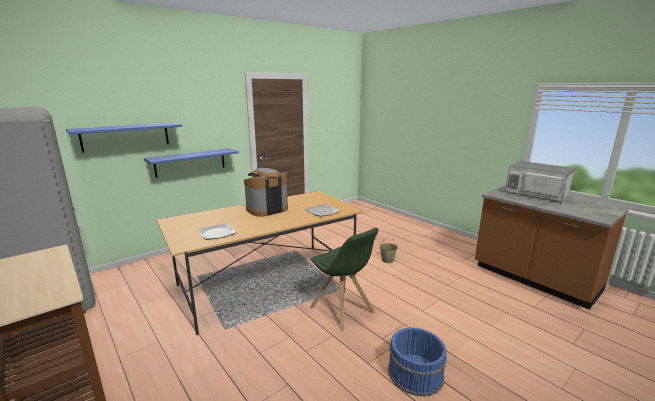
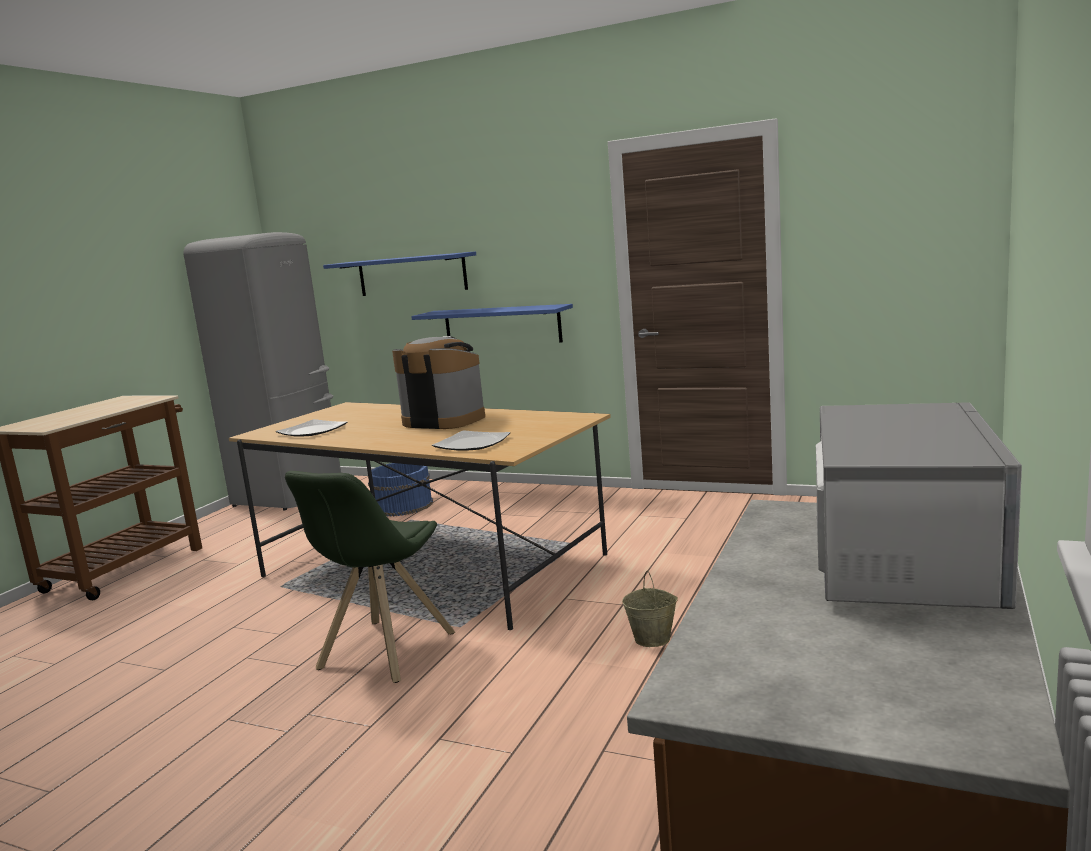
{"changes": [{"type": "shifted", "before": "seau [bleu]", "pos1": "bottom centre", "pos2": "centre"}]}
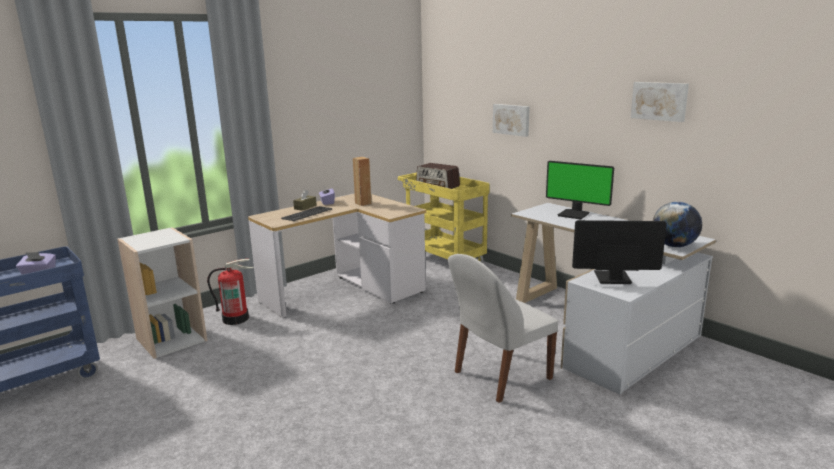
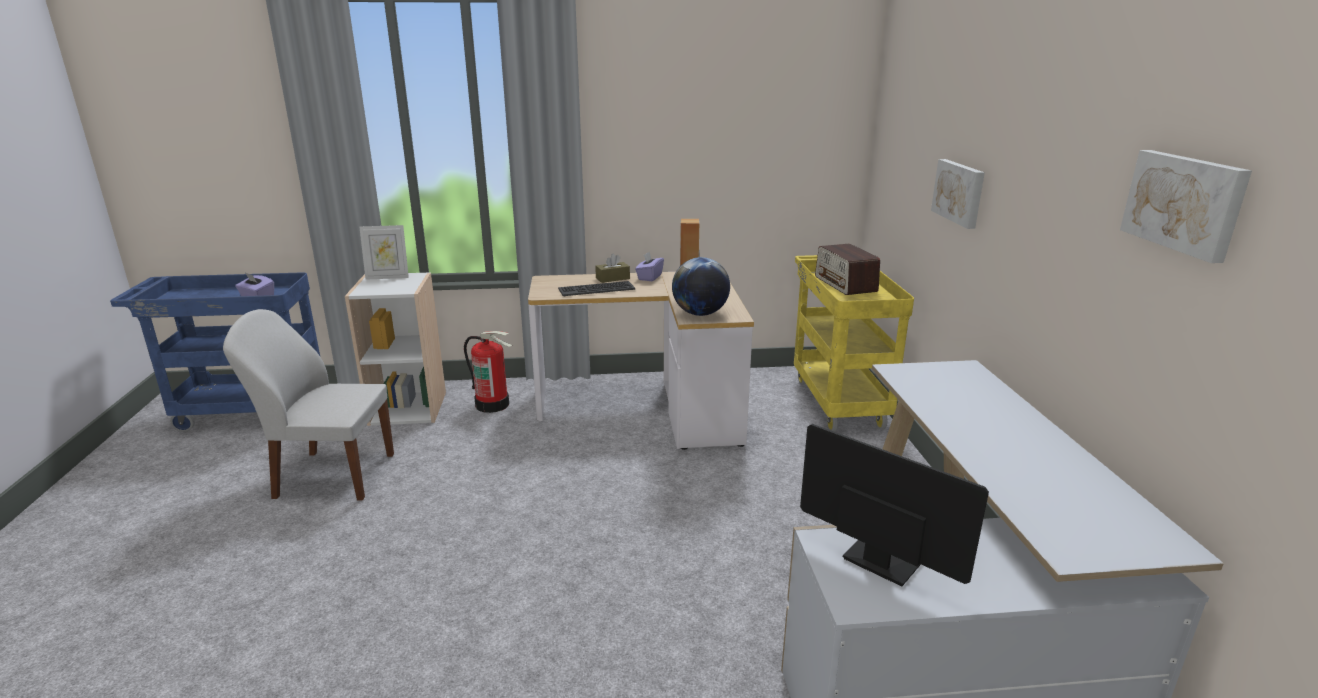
{"changes": [{"type": "gone", "before": "écran d'ordinateur (no. 1 from left)", "pos1": "middle right"}, {"type": "new", "after": "cadre photo", "pos2": "middle left"}, {"type": "shifted", "before": "chaise [blanc]", "pos1": "bottom centre", "pos2": "middle left"}, {"type": "shifted", "before": "globe", "pos1": "middle right", "pos2": "centre"}]}
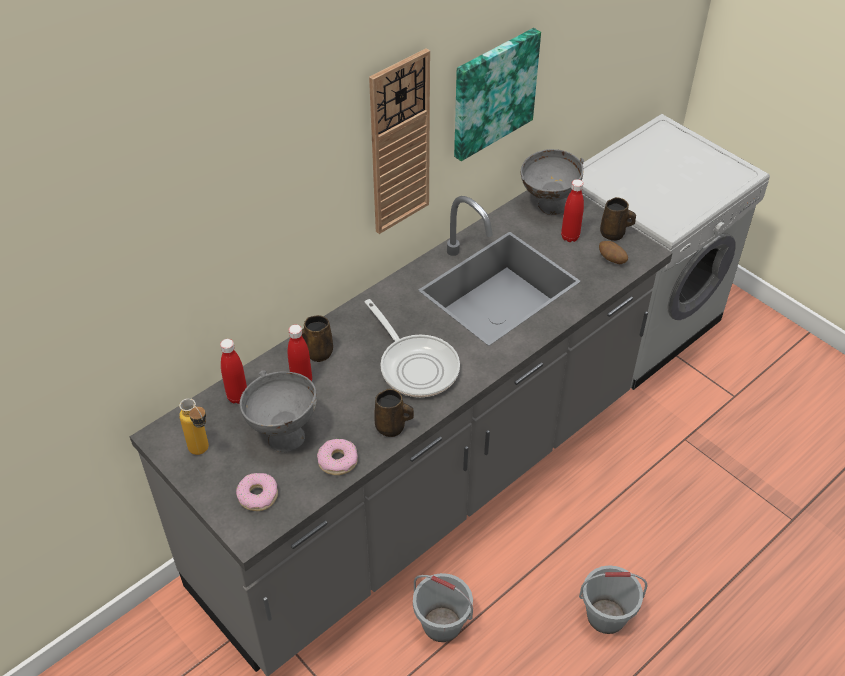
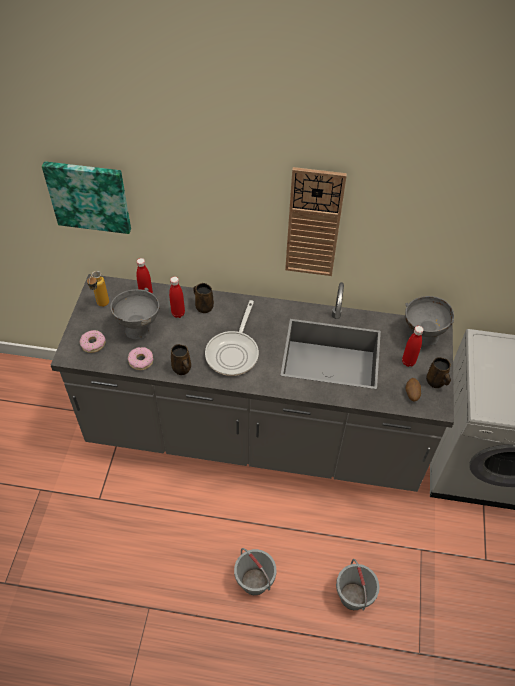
{"changes": [{"type": "shifted", "before": "seau [gris] (no. 1 from left in the first image)", "after": "seau [gris] (no. 2 from left)", "pos1": "bottom centre", "pos2": "bottom right"}, {"type": "shifted", "before": "tableau", "pos1": "top centre", "pos2": "top left"}]}
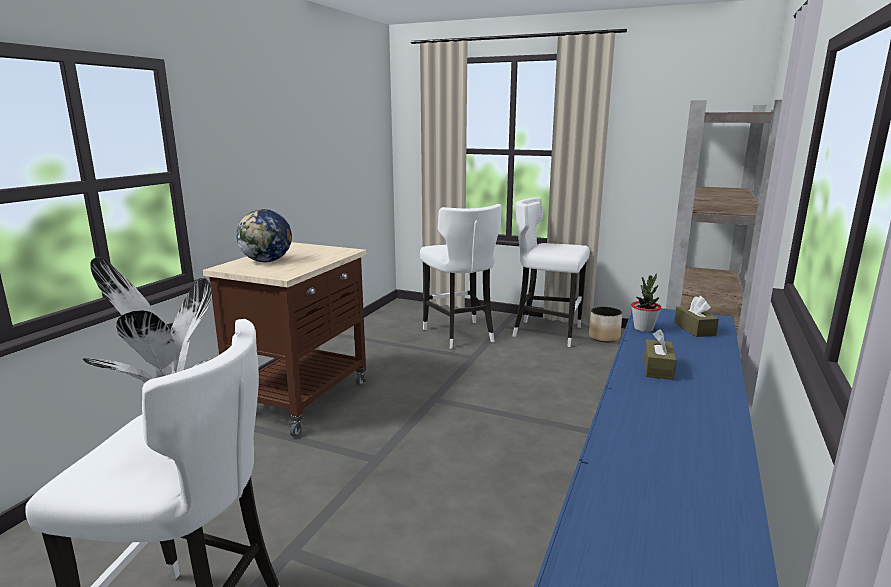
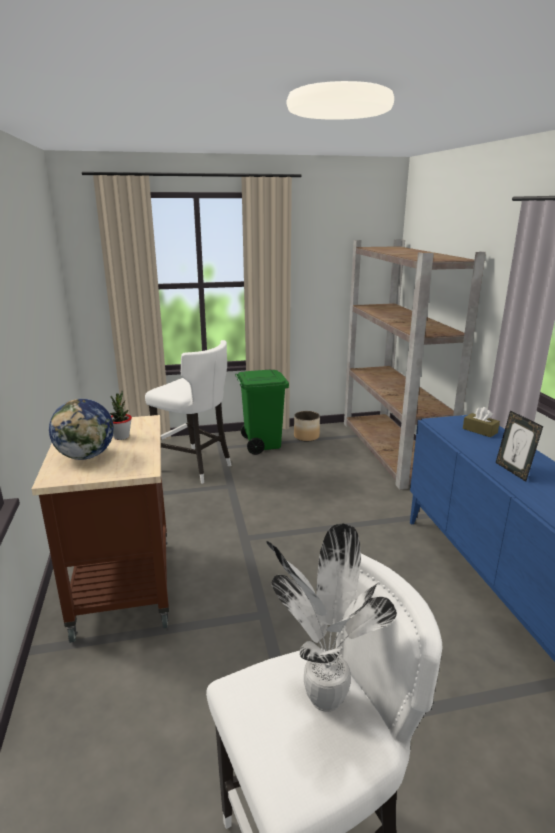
{"changes": [{"type": "shifted", "before": "plante en pot (no. 2 from left in the first image)", "after": "plante en pot (no. 1 from left)", "pos1": "middle right", "pos2": "middle left"}, {"type": "swapped", "before": "tabouret [blanc] (no. 3 from left)", "after": "poubelle [vert]", "pos1": "centre", "pos2": "centre"}, {"type": "swapped", "before": "boîte à mouchoirs [marron] (no. 1 from left)", "after": "cadre photo", "pos1": "middle right", "pos2": "middle right"}]}
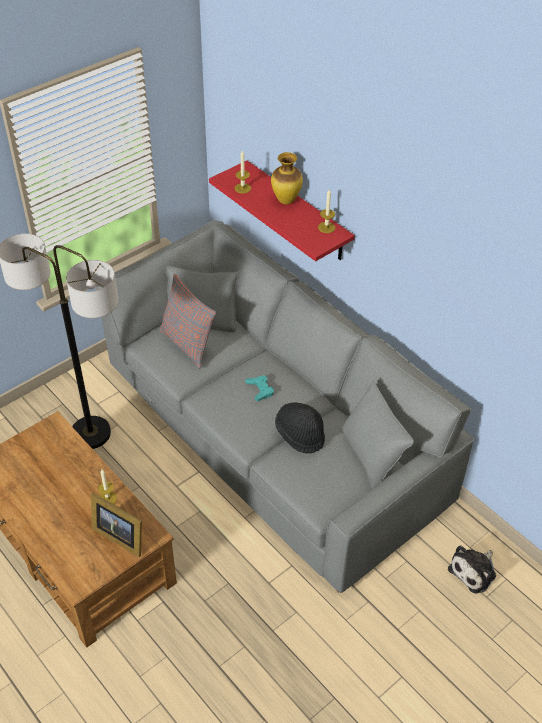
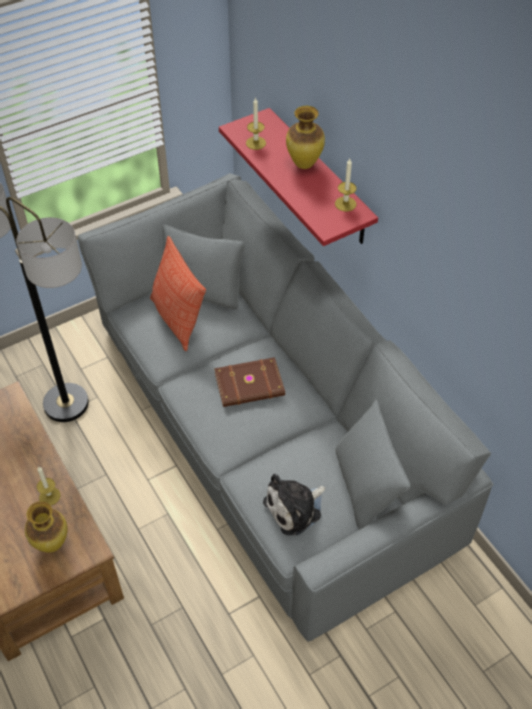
{"changes": [{"type": "gone", "before": "chapeau [noir]", "pos1": "centre"}, {"type": "shifted", "before": "peluche", "pos1": "bottom right", "pos2": "bottom centre"}, {"type": "swapped", "before": "cadre photo", "after": "vase (no. 1 from left)", "pos1": "bottom left", "pos2": "bottom left"}, {"type": "swapped", "before": "manette [turquoise]", "after": "livre [marron]", "pos1": "centre", "pos2": "centre"}, {"type": "repainted", "before": "coussin [gris]", "after": "coussin [orange]", "pos1": "centre", "pos2": "centre"}]}
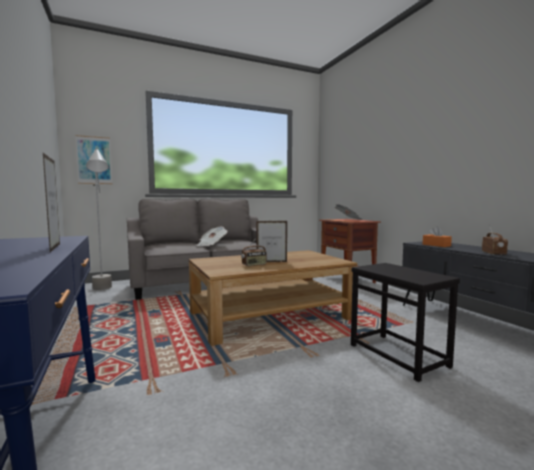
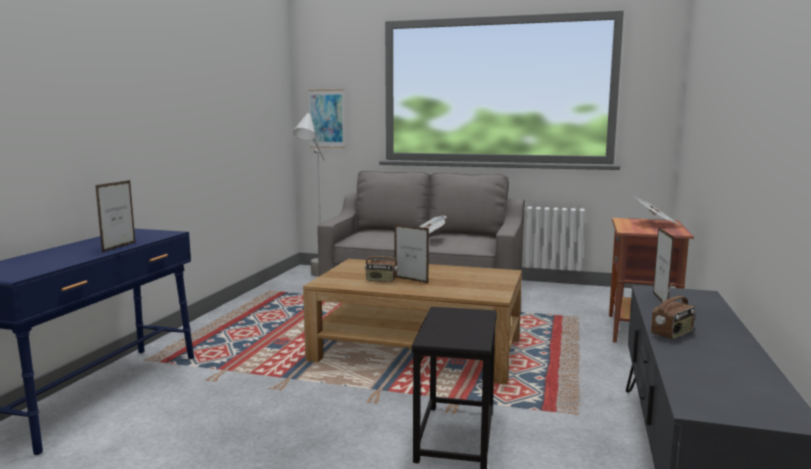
{"changes": [{"type": "swapped", "before": "boîte à mouchoirs [orange]", "after": "cadre photo (no. 3 from left)", "pos1": "middle right", "pos2": "middle right"}]}
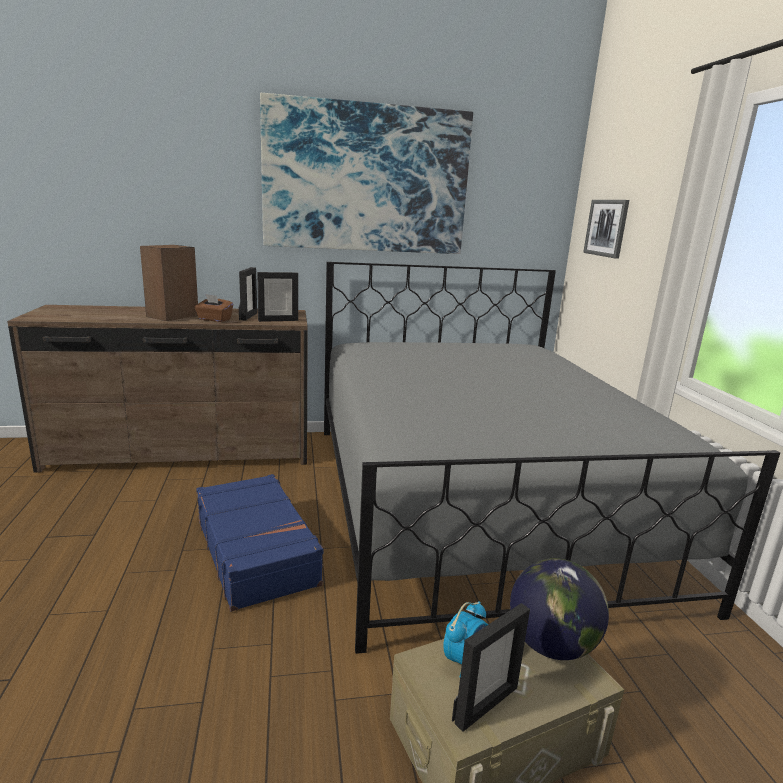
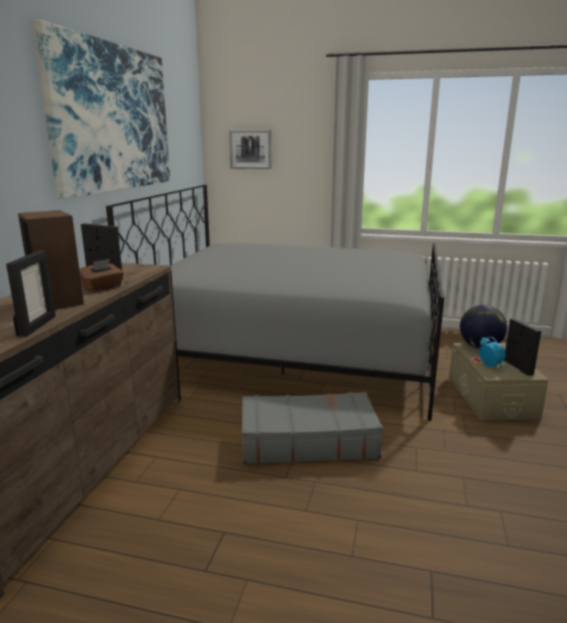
{"changes": [{"type": "shifted", "before": "cadre photo (no. 2 from left in the first image)", "after": "cadre photo (no. 1 from left)", "pos1": "centre", "pos2": "middle left"}, {"type": "repainted", "before": "valise [bleu]", "after": "valise [gris]", "pos1": "bottom left", "pos2": "bottom centre"}]}
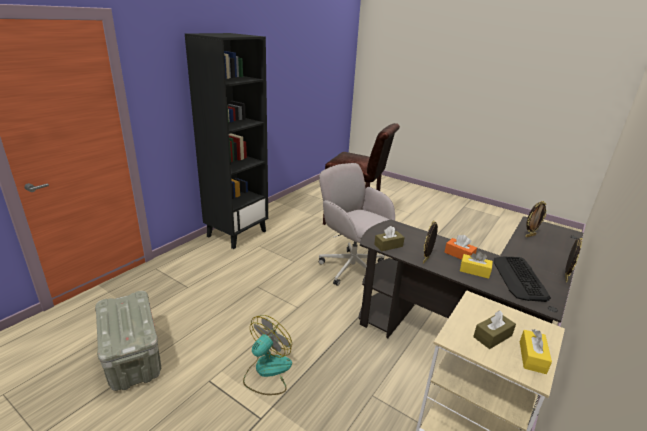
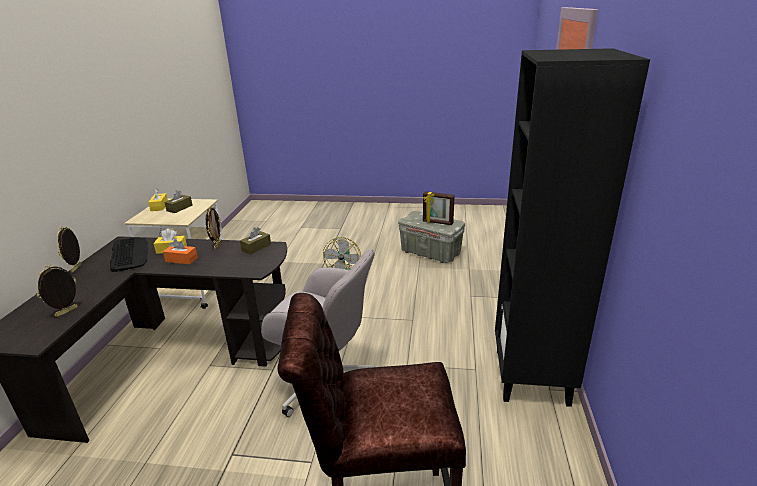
{"changes": [{"type": "new", "after": "cadre photo (no. 4 from left)", "pos2": "centre"}]}
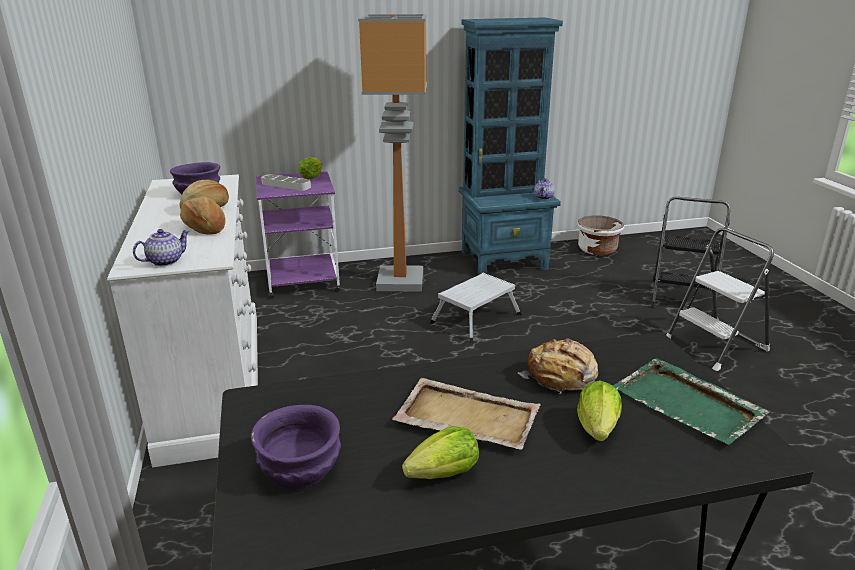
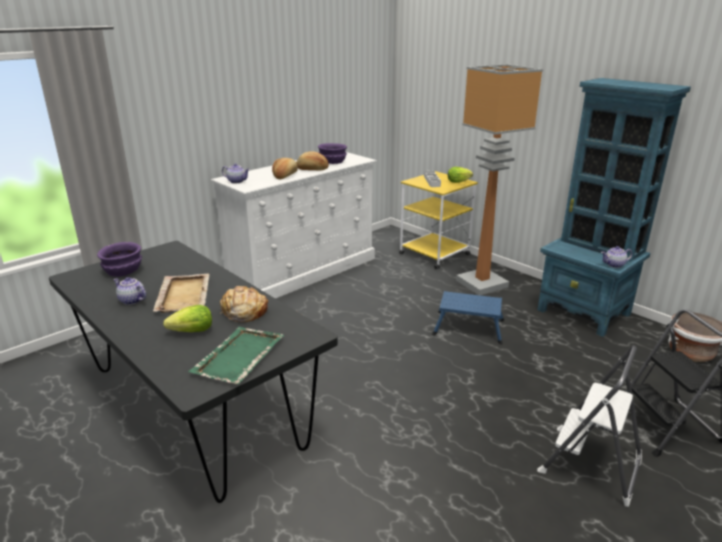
{"changes": [{"type": "swapped", "before": "laitue (no. 2 from left)", "after": "théière (no. 1 from left)", "pos1": "bottom centre", "pos2": "middle left"}, {"type": "repainted", "before": "chariot [violet]", "after": "chariot [jaune]", "pos1": "centre", "pos2": "centre"}, {"type": "repainted", "before": "escabeau [blanc] (no. 1 from left)", "after": "escabeau [bleu]", "pos1": "centre", "pos2": "centre"}]}
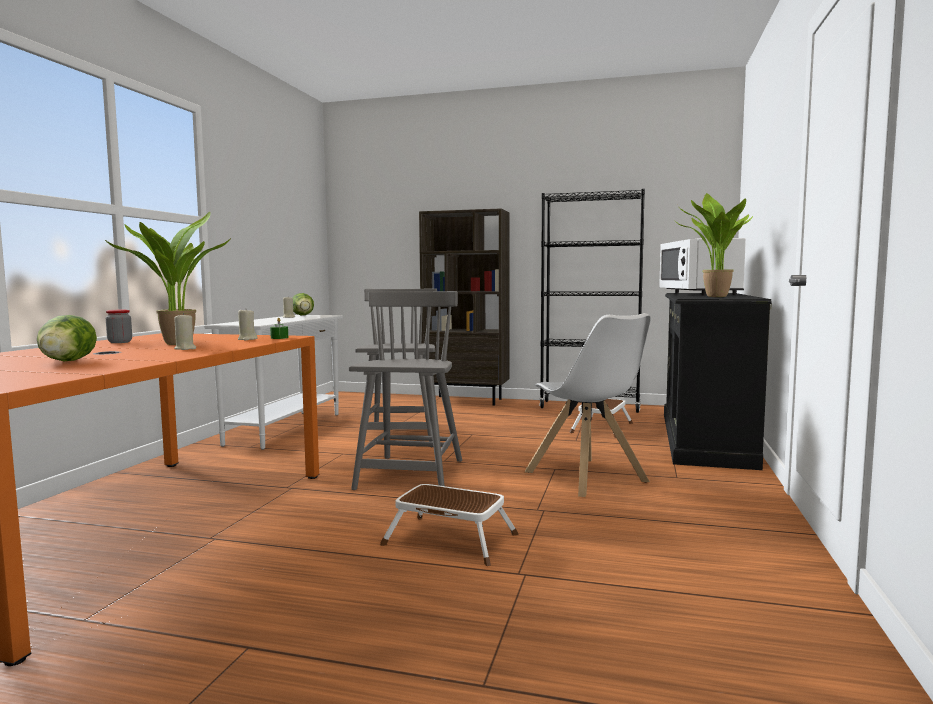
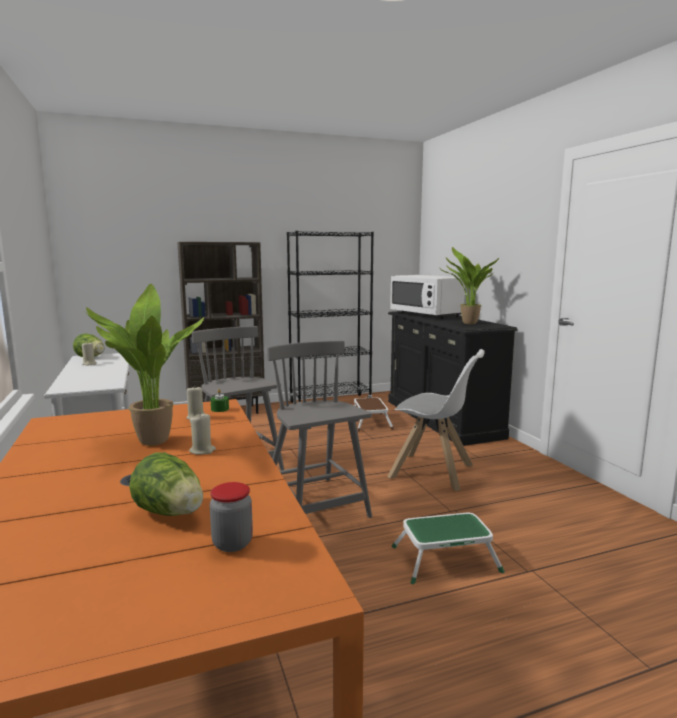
{"changes": [{"type": "shifted", "before": "bocal", "pos1": "middle left", "pos2": "bottom centre"}, {"type": "repainted", "before": "escabeau [marron] (no. 1 from left)", "after": "escabeau [vert]", "pos1": "bottom centre", "pos2": "bottom centre"}]}
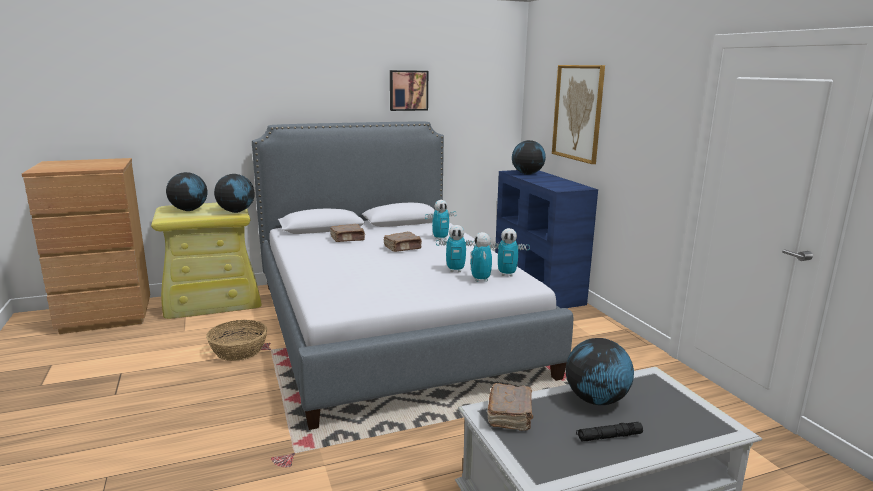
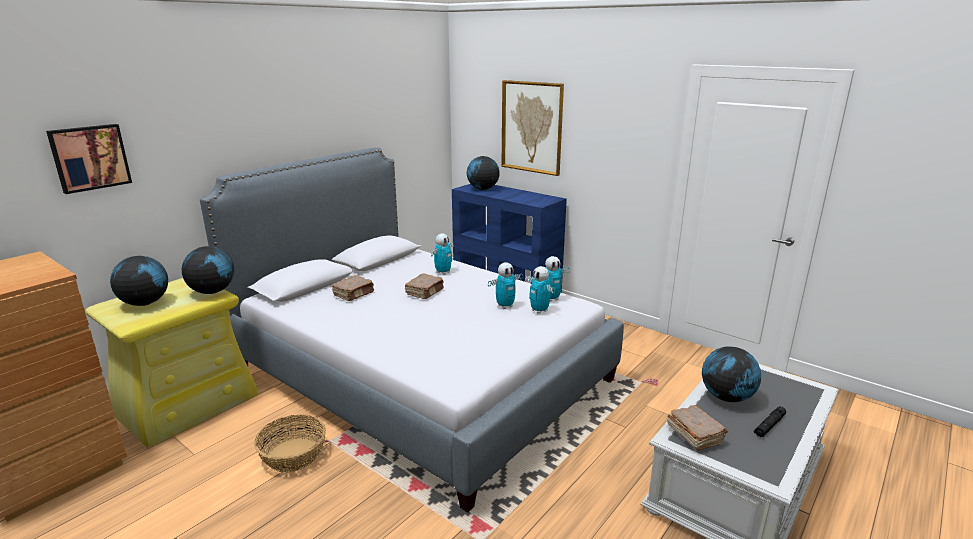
{"changes": [{"type": "shifted", "before": "tableau (no. 1 from left)", "pos1": "top centre", "pos2": "top left"}]}
